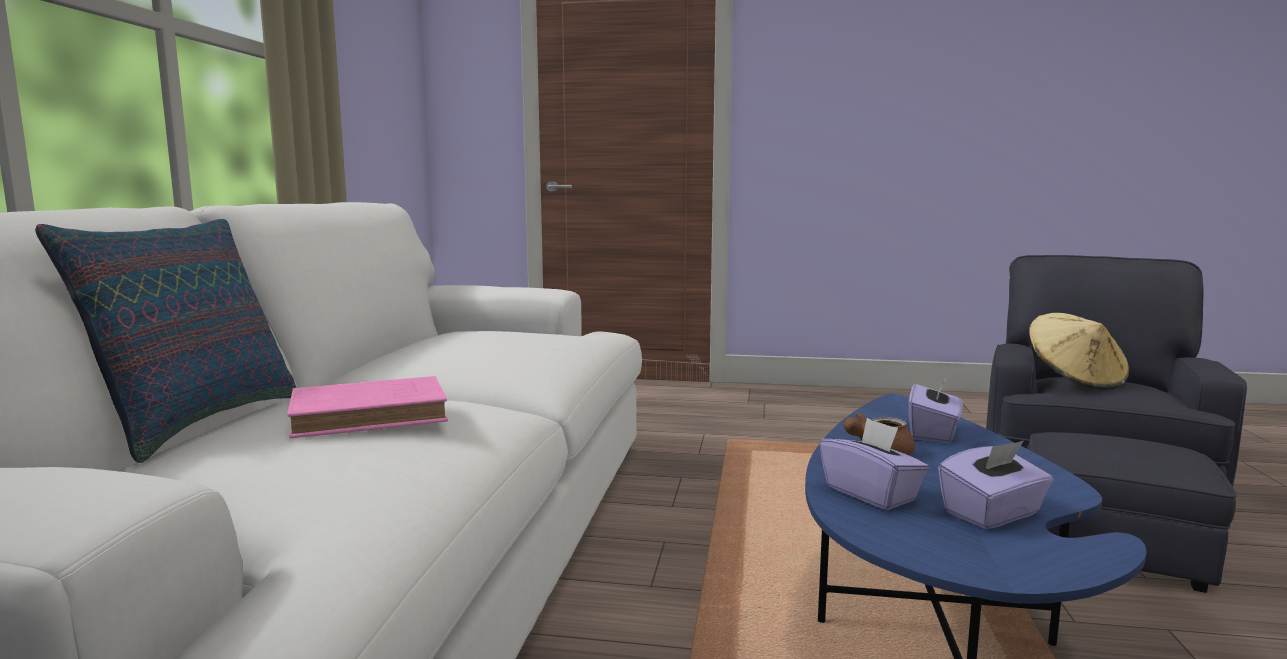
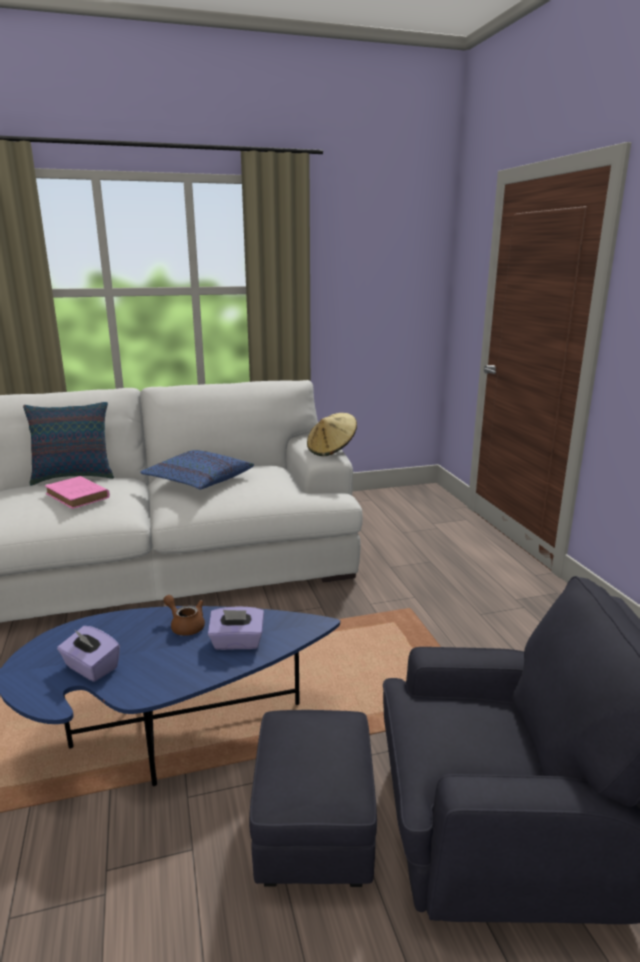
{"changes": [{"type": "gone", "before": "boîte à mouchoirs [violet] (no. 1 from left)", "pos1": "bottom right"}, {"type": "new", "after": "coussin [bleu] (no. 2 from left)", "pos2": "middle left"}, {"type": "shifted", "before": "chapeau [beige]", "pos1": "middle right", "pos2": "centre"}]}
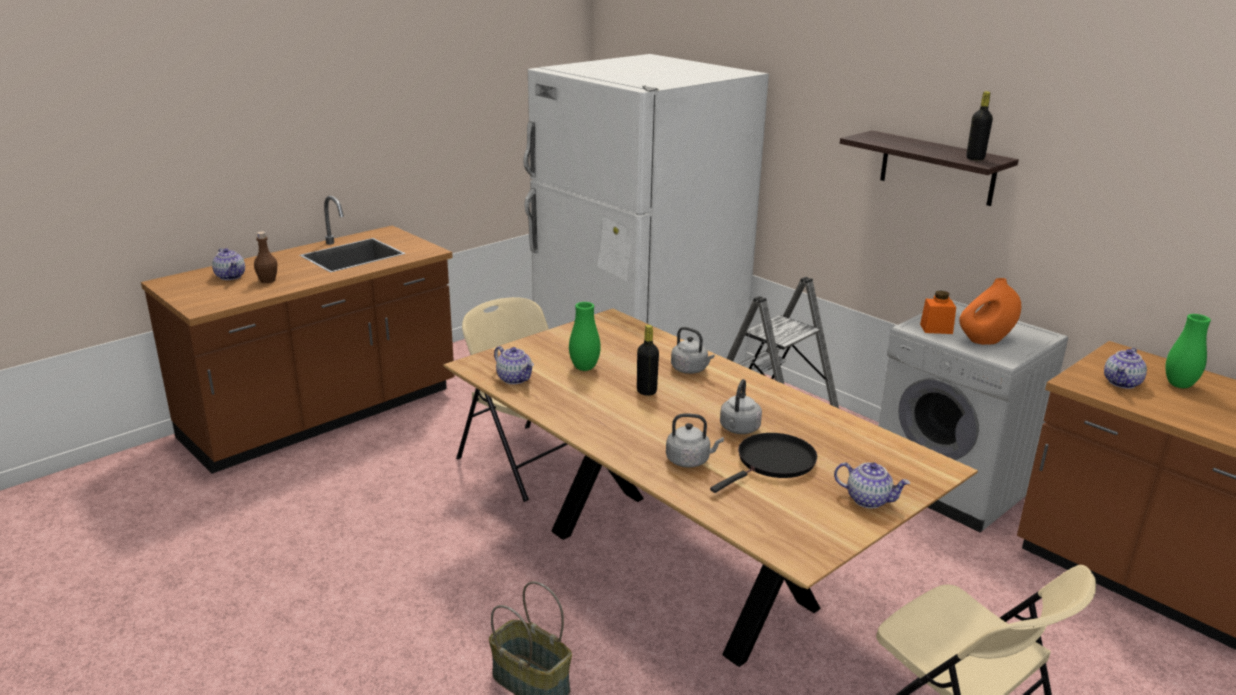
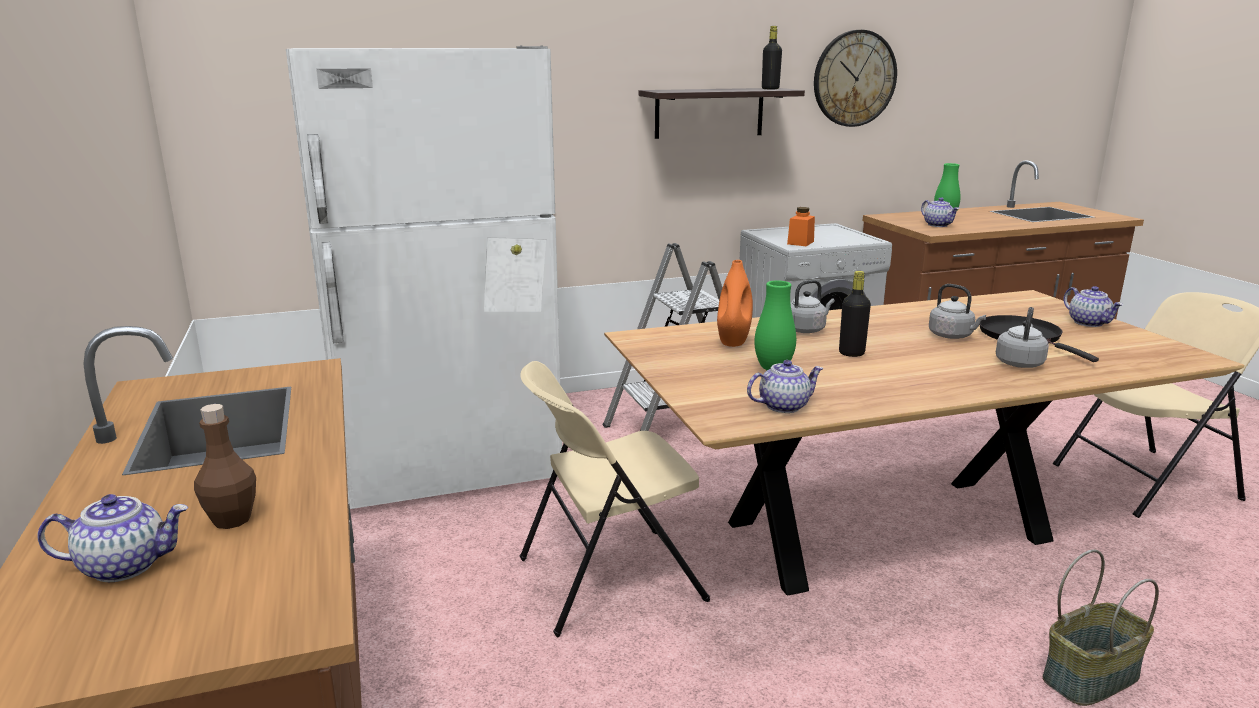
{"changes": [{"type": "new", "after": "horloge murale", "pos2": "top right"}, {"type": "shifted", "before": "vase [orange]", "pos1": "middle right", "pos2": "centre"}, {"type": "rotated", "before": "théière (no. 3 from left in the first image)", "pos1": "bottom right", "pos2": "middle right", "turn": 105}]}
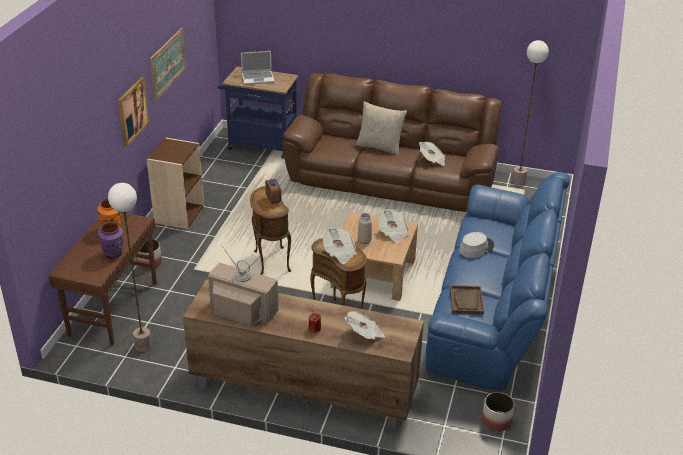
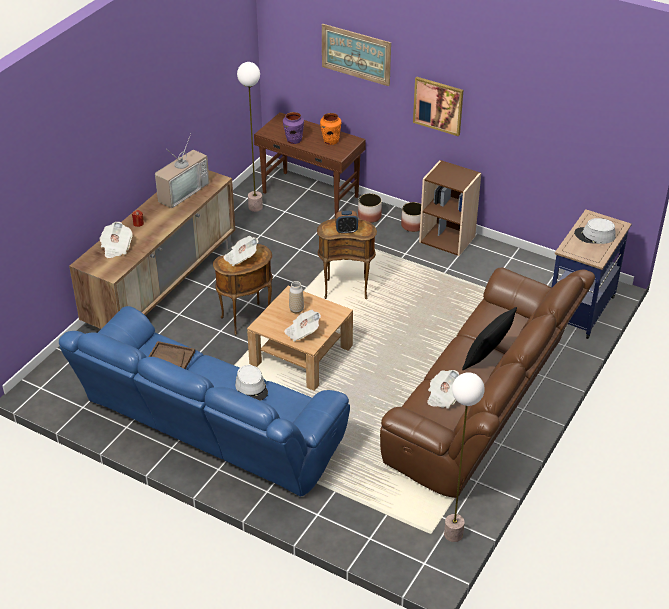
{"changes": [{"type": "shifted", "before": "tableau (no. 2 from left in the first image)", "after": "tableau (no. 1 from left)", "pos1": "top left", "pos2": "top centre"}, {"type": "shifted", "before": "cache-pot (no. 2 from left)", "pos1": "bottom right", "pos2": "centre"}, {"type": "swapped", "before": "ordinateur portable", "after": "chapeau [gris] (no. 2 from left)", "pos1": "top centre", "pos2": "middle right"}, {"type": "repainted", "before": "coussin [beige]", "after": "coussin [noir]", "pos1": "top centre", "pos2": "middle right"}]}
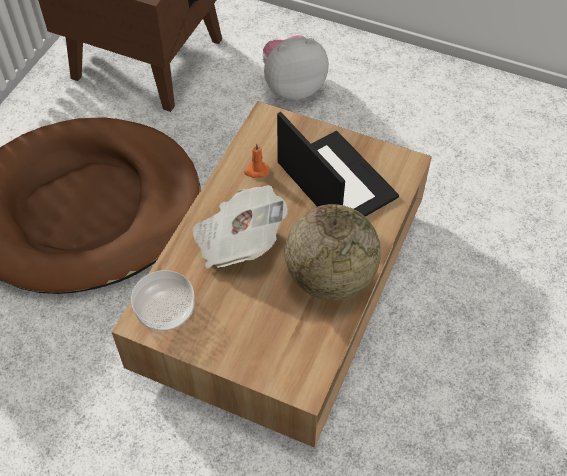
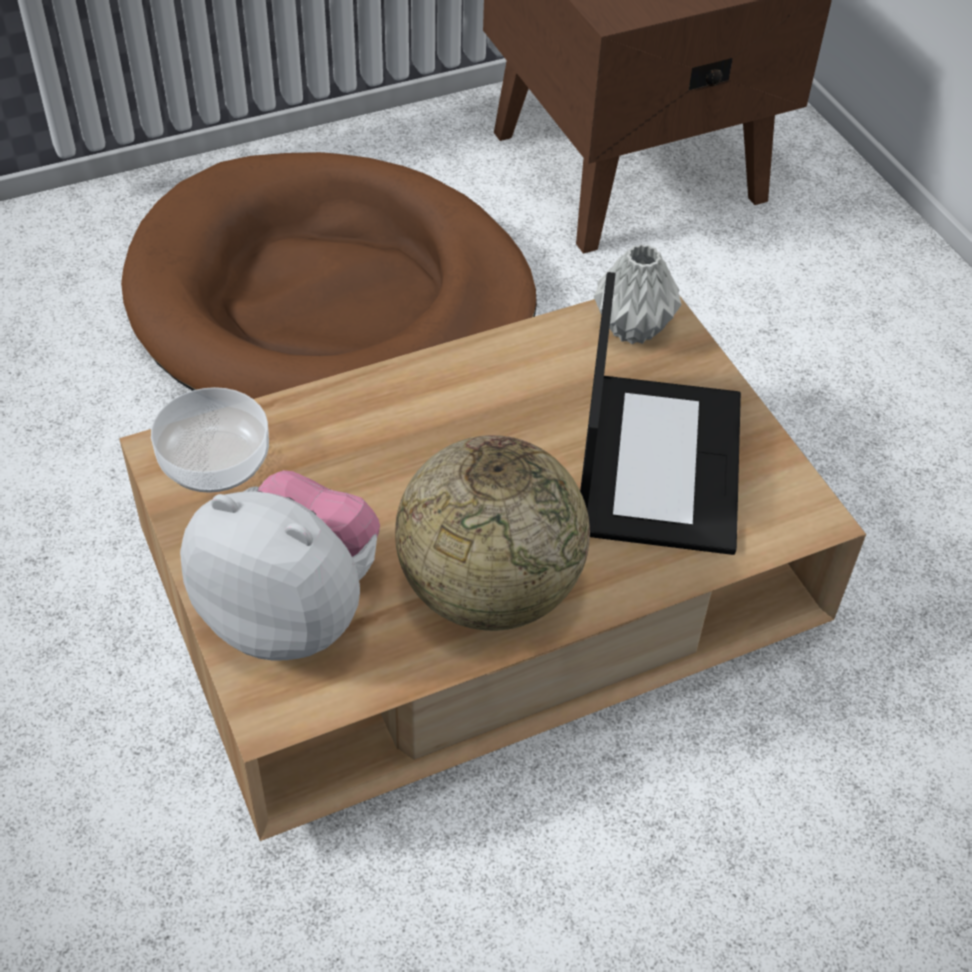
{"changes": [{"type": "gone", "before": "journal", "pos1": "centre"}, {"type": "gone", "before": "bougie [orange]", "pos1": "centre"}, {"type": "new", "after": "vase [gris]", "pos2": "top centre"}, {"type": "shifted", "before": "peluche", "pos1": "top centre", "pos2": "middle left"}]}
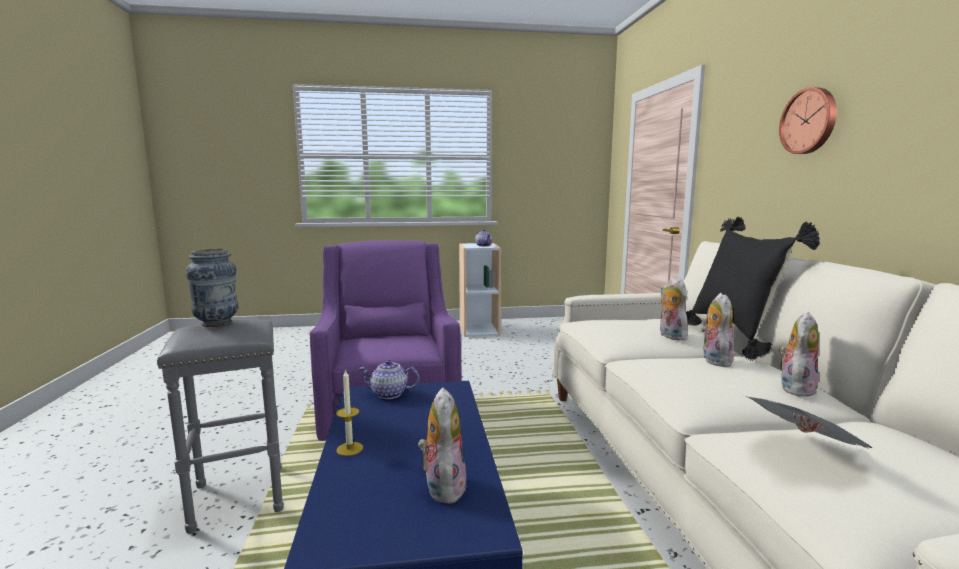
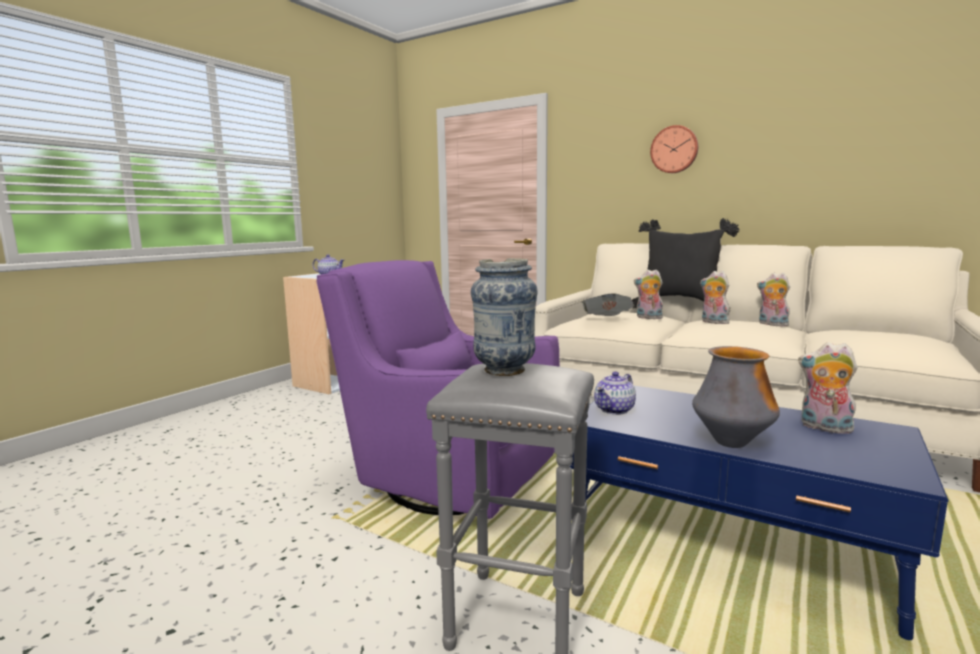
{"changes": [{"type": "shifted", "before": "journal", "pos1": "bottom right", "pos2": "centre"}, {"type": "swapped", "before": "bougie", "after": "vase (no. 2 from left)", "pos1": "bottom centre", "pos2": "middle right"}, {"type": "rotated", "before": "peluche (no. 4 from left in the first image)", "pos1": "middle right", "pos2": "middle right", "turn": -45}]}
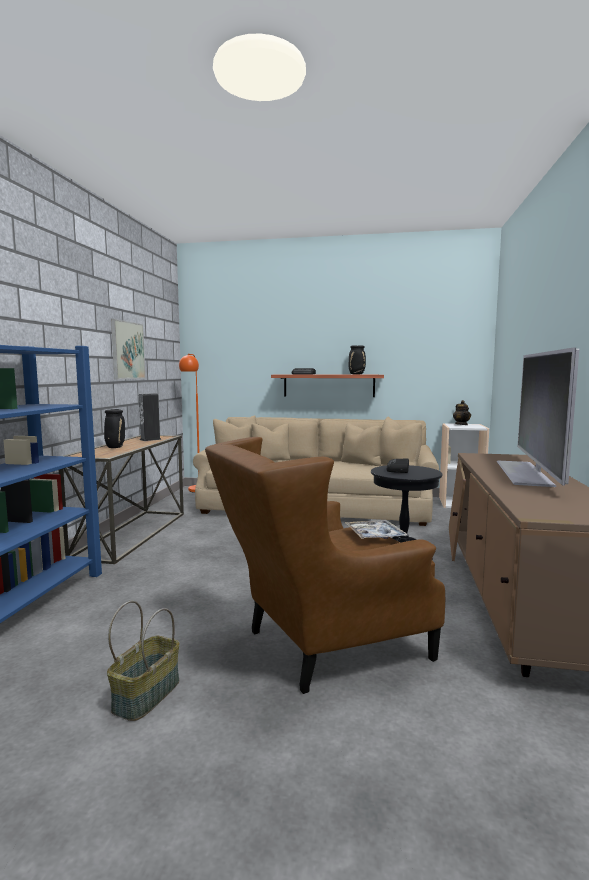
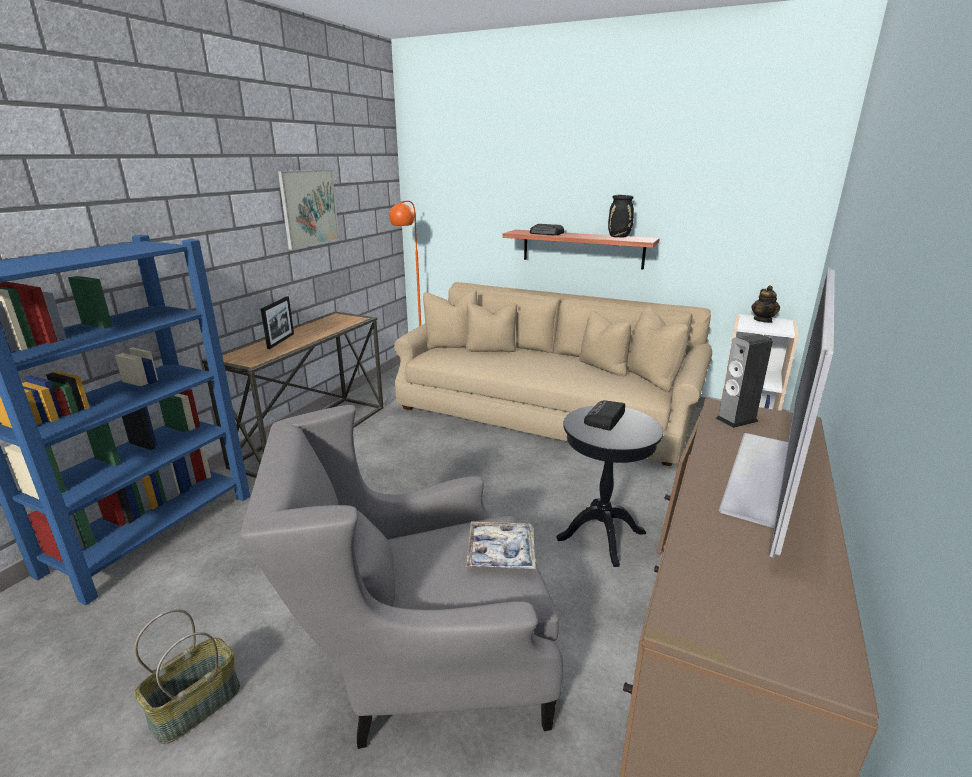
{"changes": [{"type": "shifted", "before": "enceinte", "pos1": "middle left", "pos2": "middle right"}, {"type": "swapped", "before": "vase [noir] (no. 1 from left)", "after": "cadre photo", "pos1": "middle left", "pos2": "middle left"}, {"type": "repainted", "before": "fauteuil [marron]", "after": "fauteuil [gris]", "pos1": "centre", "pos2": "bottom centre"}]}
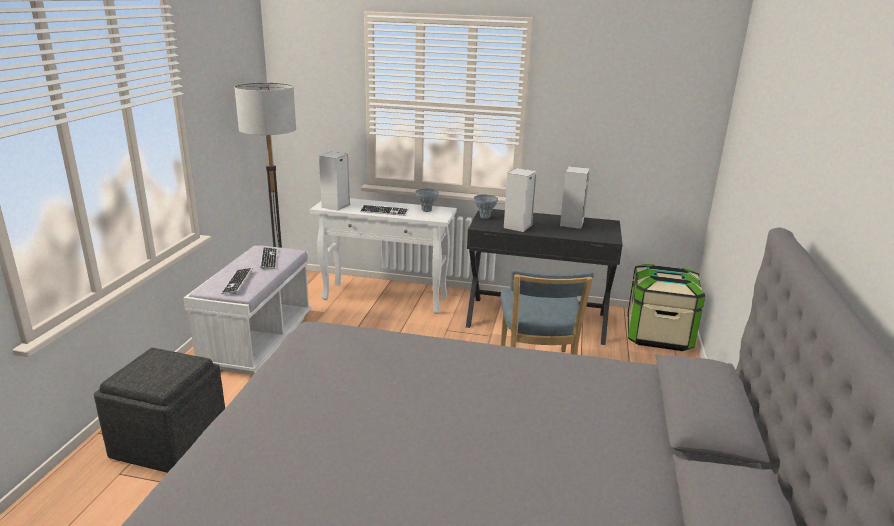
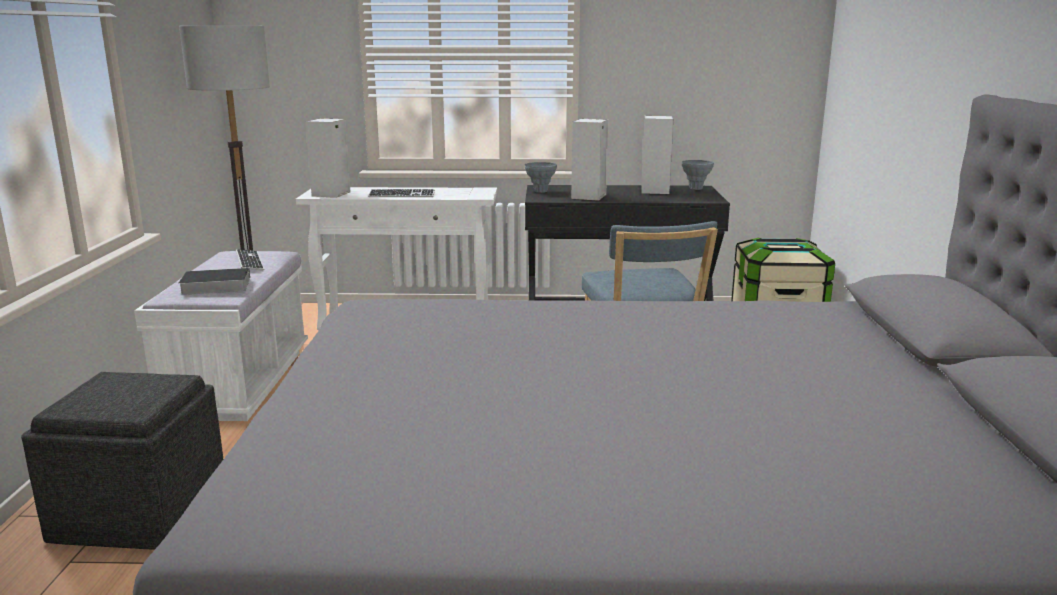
{"changes": [{"type": "shifted", "before": "vase [gris] (no. 1 from left in the first image)", "after": "vase [gris] (no. 2 from left)", "pos1": "centre", "pos2": "top centre"}, {"type": "swapped", "before": "clavier (no. 1 from left)", "after": "livre", "pos1": "middle left", "pos2": "middle left"}]}
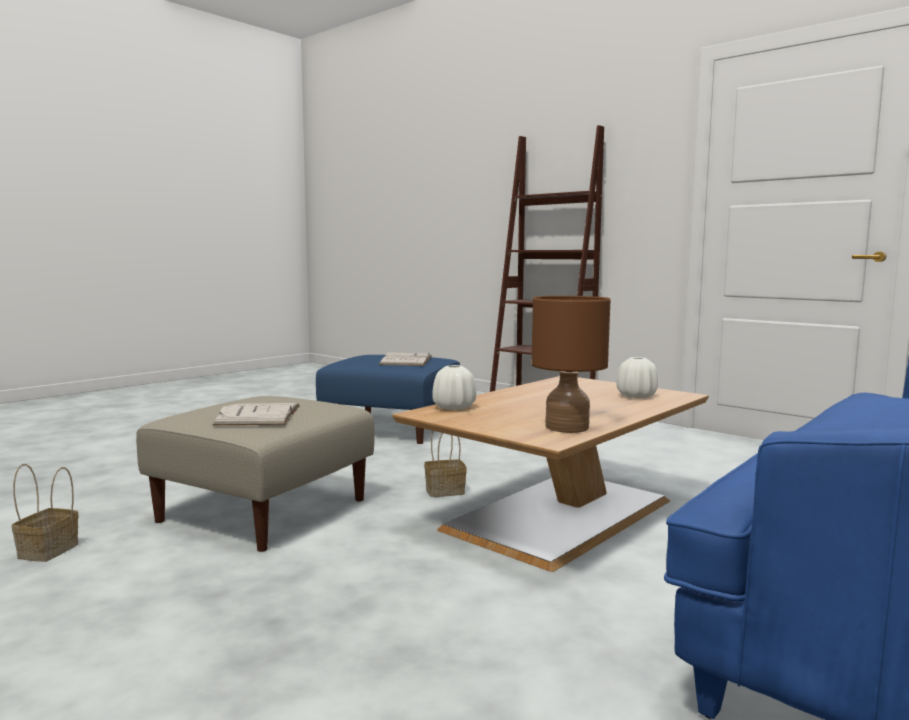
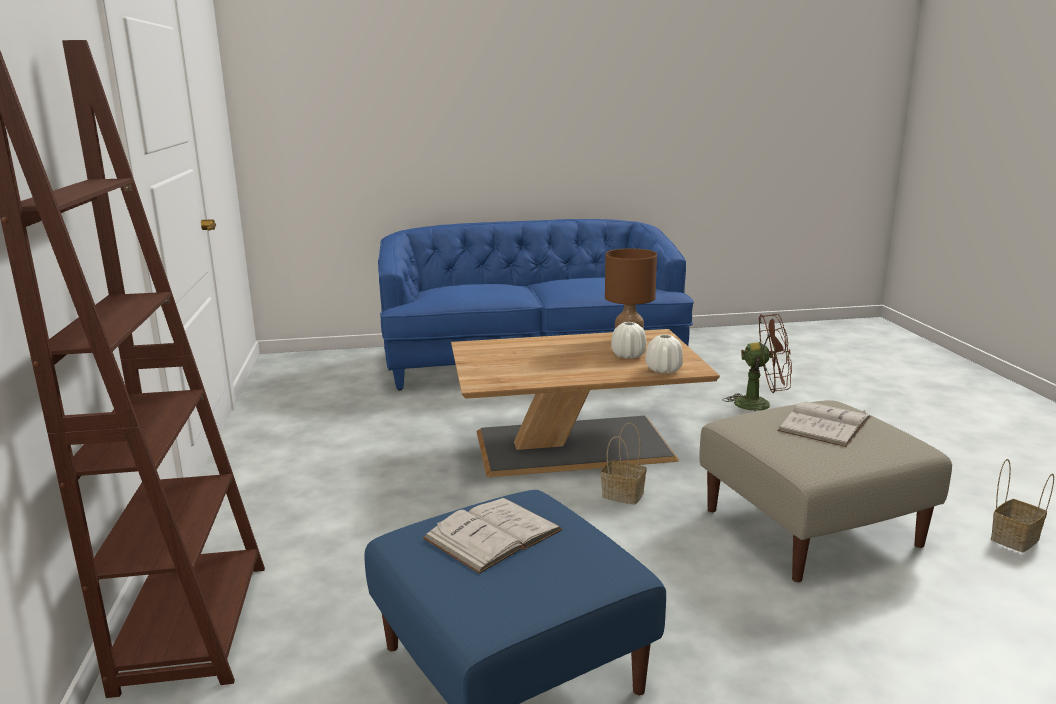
{"changes": [{"type": "new", "after": "ventilateur [marron]", "pos2": "middle right"}, {"type": "shifted", "before": "vase [blanc] (no. 2 from left in the first image)", "after": "vase [blanc] (no. 1 from left)", "pos1": "middle right", "pos2": "centre"}]}
